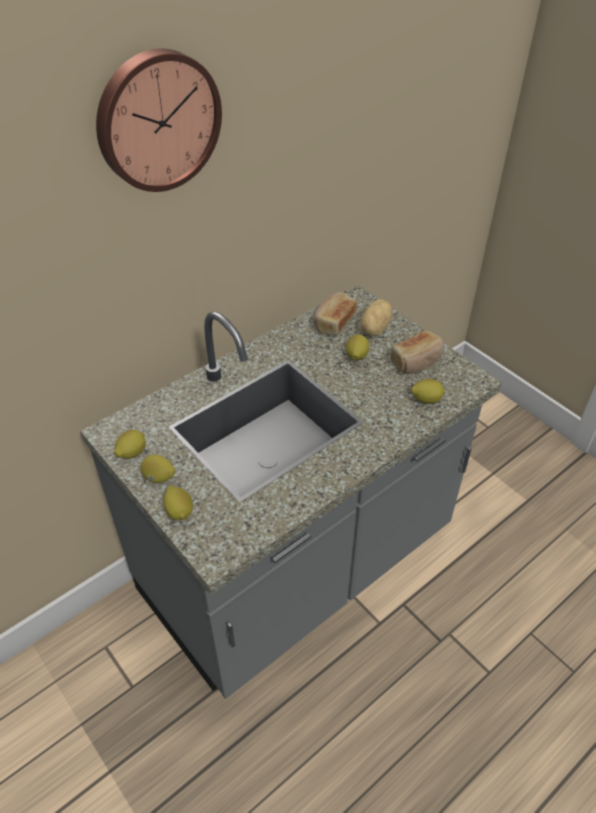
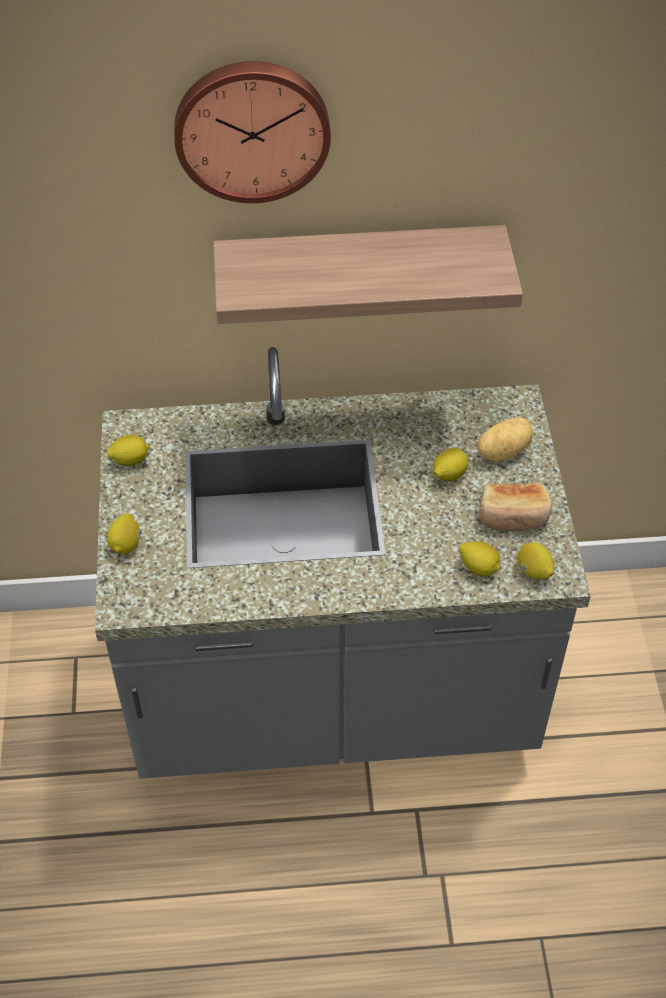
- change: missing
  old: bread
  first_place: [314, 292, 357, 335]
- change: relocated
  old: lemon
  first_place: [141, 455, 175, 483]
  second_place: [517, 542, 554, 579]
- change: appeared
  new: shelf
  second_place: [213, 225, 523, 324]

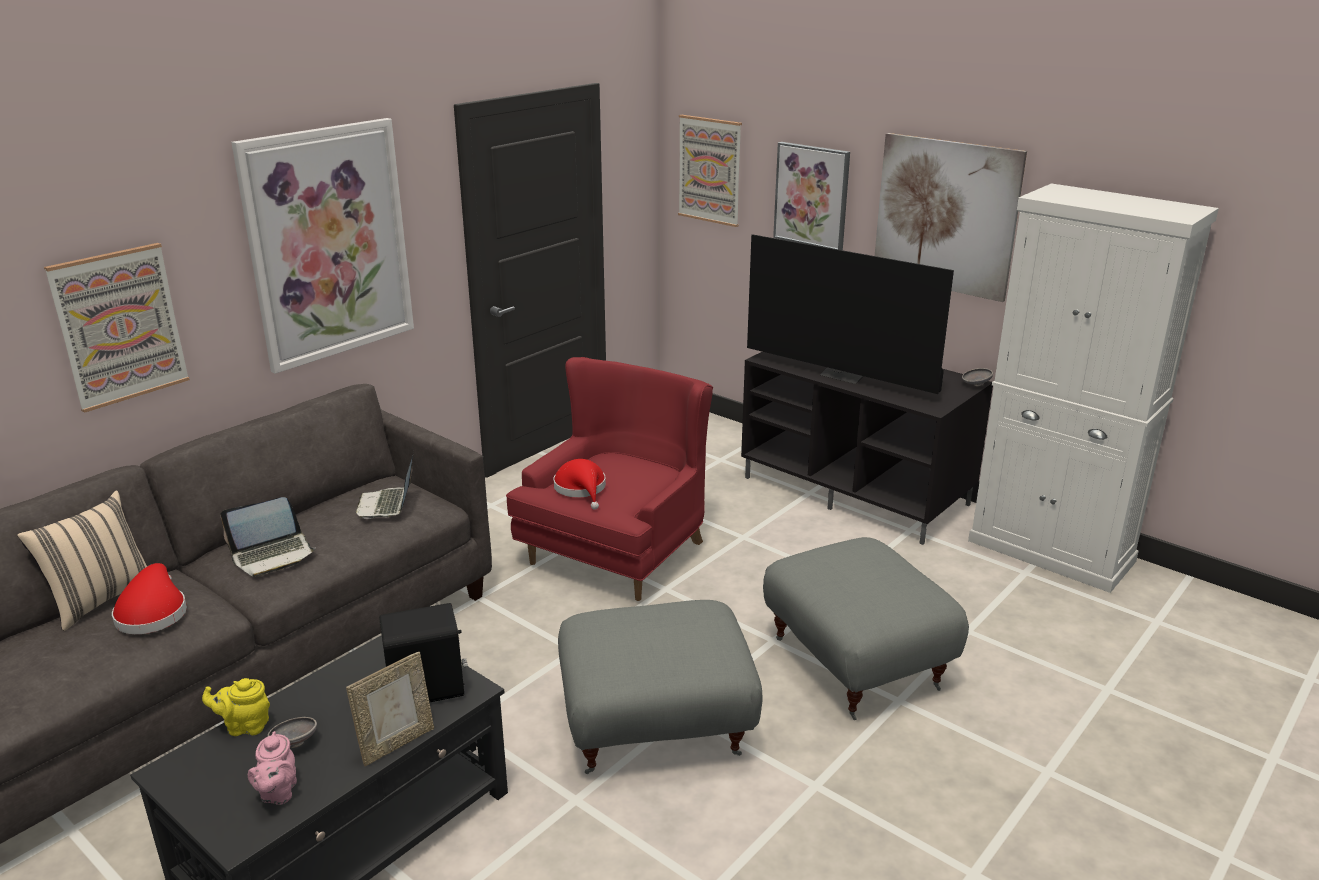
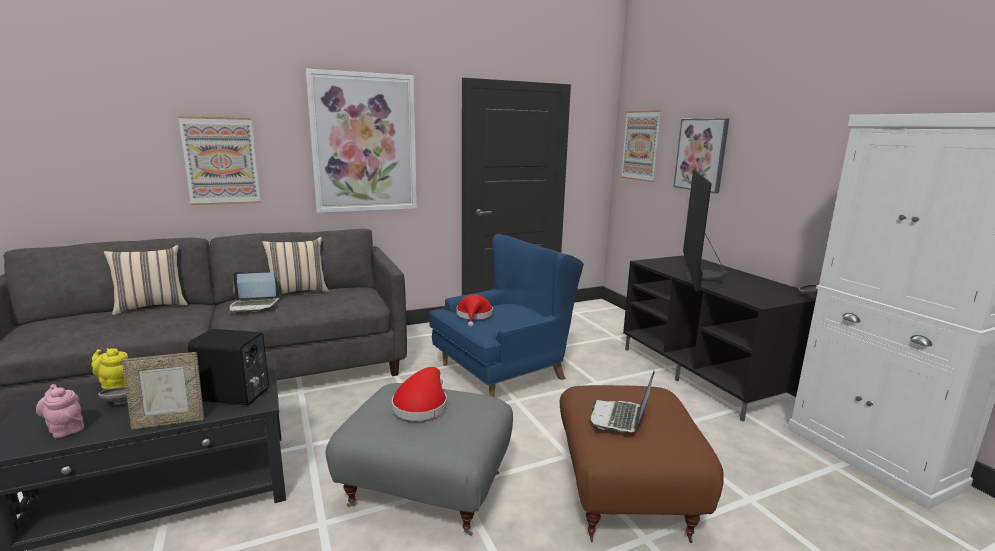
- change: missing
  old: picture
  first_place: [875, 133, 1027, 302]
- change: spun
  old: television
  first_place: [747, 234, 954, 394]
  second_place: [683, 170, 726, 291]
  degrees: 45
- change: colour
  old: armchair in red
  new: armchair in blue
  first_place: [506, 357, 713, 601]
  second_place: [429, 234, 584, 397]
- change: relocated
  old: laptop
  first_place: [356, 451, 414, 519]
  second_place: [590, 371, 655, 432]
- change: colour
  old: ottoman in grey
  new: ottoman in brown
  first_place: [763, 537, 969, 720]
  second_place: [560, 385, 724, 543]
- change: relocated
  old: hat in red
  first_place: [112, 563, 187, 634]
  second_place: [392, 367, 447, 421]
- change: spun
  old: teapot in pink
  first_place: [248, 731, 297, 805]
  second_place: [36, 384, 84, 438]
  degrees: 105
- change: appeared
  new: pillow in beige
  second_place: [262, 237, 329, 295]

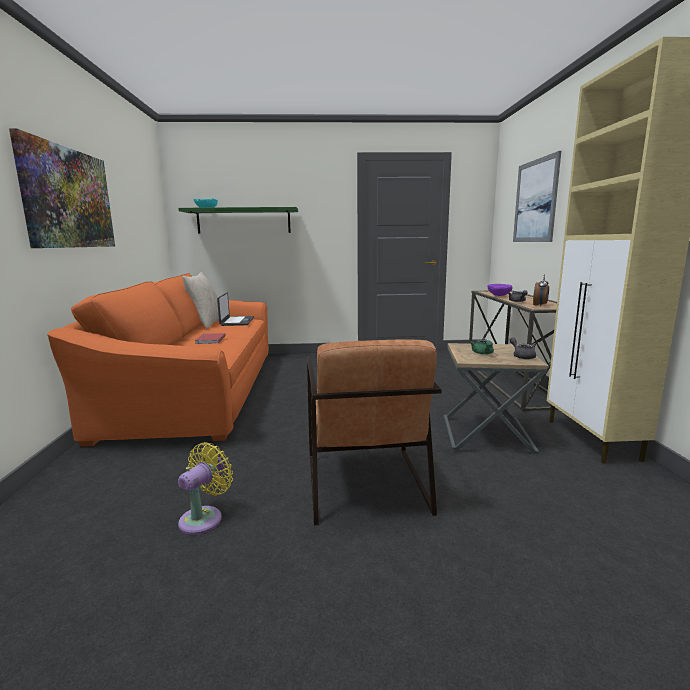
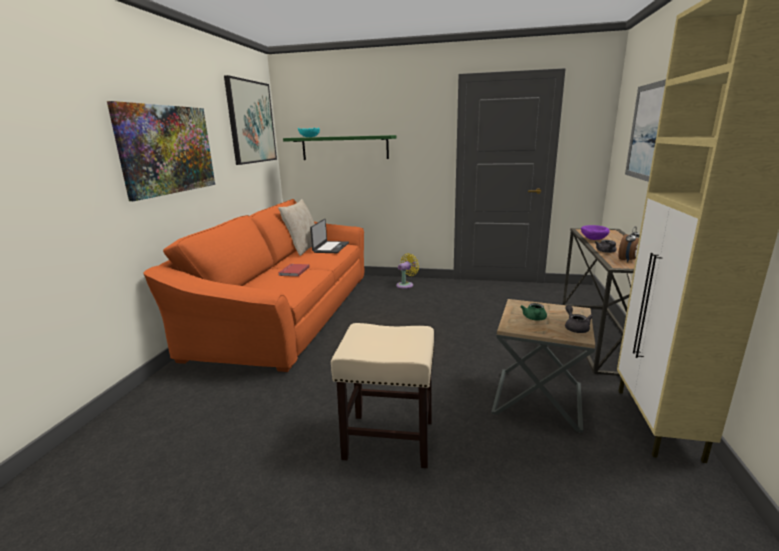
- change: exchanged
  old: armchair in brown
  new: stool in beige
  first_place: [307, 340, 442, 525]
  second_place: [331, 323, 434, 468]
- change: relocated
  old: fan in yellow
  first_place: [178, 442, 233, 535]
  second_place: [396, 253, 419, 289]
- change: appeared
  new: picture
  second_place: [224, 75, 277, 165]

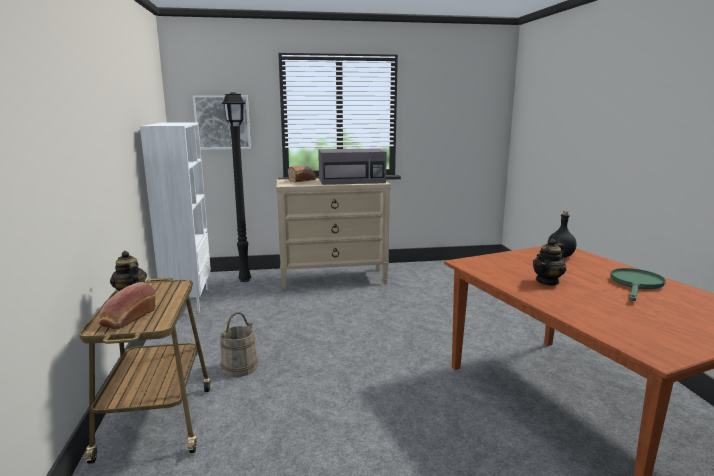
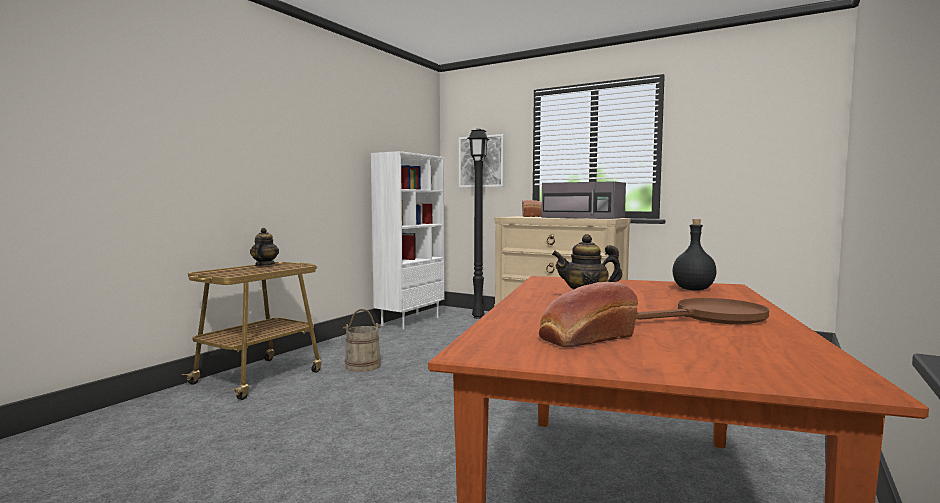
- change: colour
  old: frying pan in green
  new: frying pan in brown
  first_place: [610, 268, 666, 301]
  second_place: [636, 298, 769, 324]
- change: relocated
  old: bread
  first_place: [99, 282, 155, 329]
  second_place: [539, 282, 638, 348]

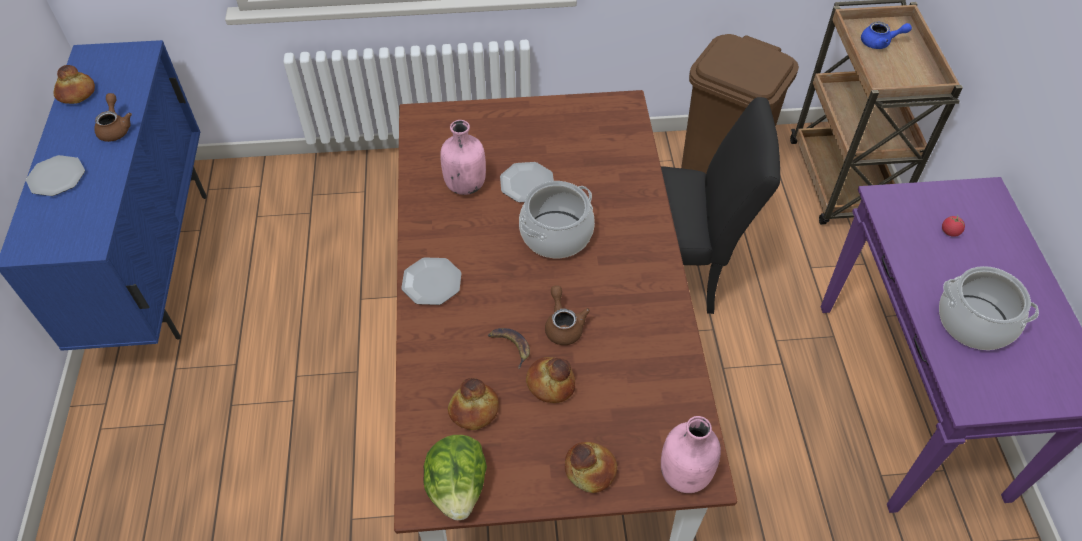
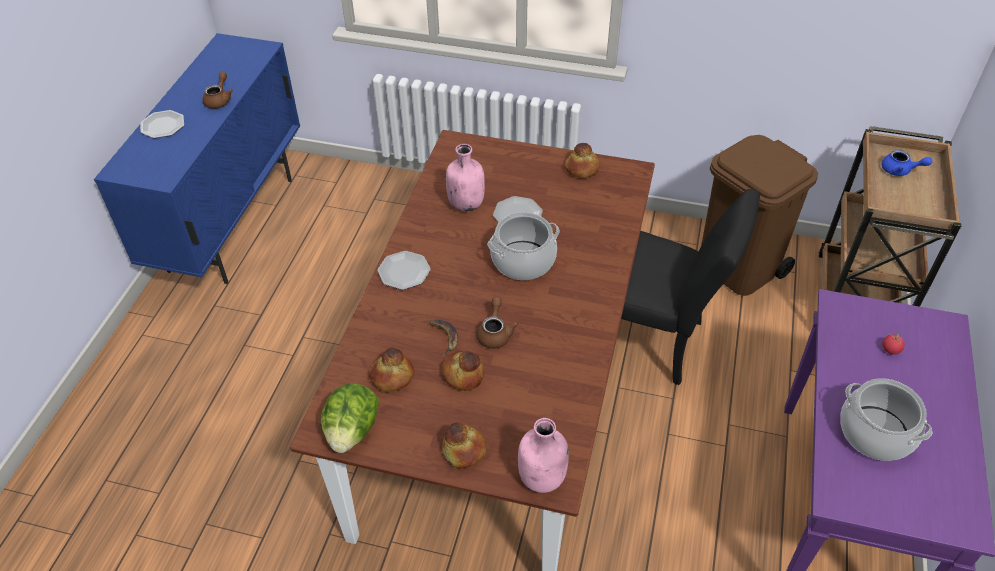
- change: relocated
  old: bread
  first_place: [54, 65, 95, 104]
  second_place: [565, 143, 600, 178]

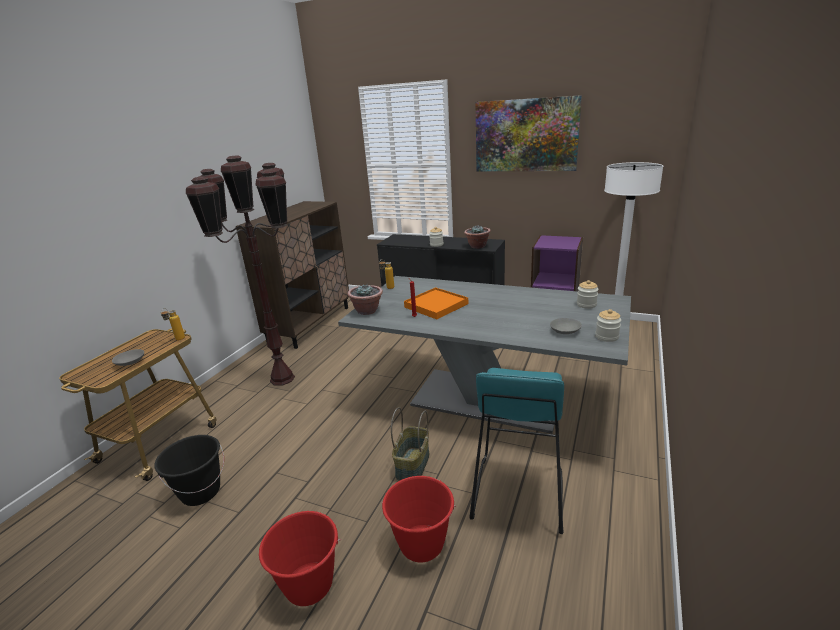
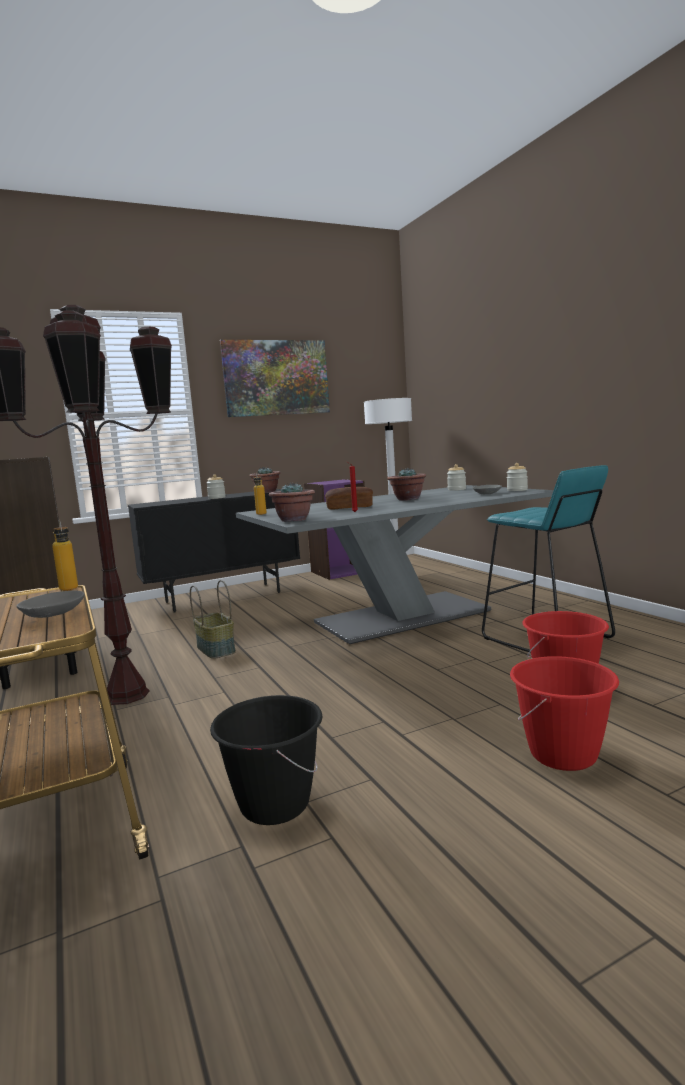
- change: exchanged
  old: tray in orange
  new: bread
  first_place: [404, 287, 468, 319]
  second_place: [325, 487, 373, 510]
- change: relocated
  old: basket
  first_place: [391, 407, 429, 481]
  second_place: [190, 580, 236, 659]
- change: appeared
  new: potted plant
  second_place: [388, 468, 426, 501]

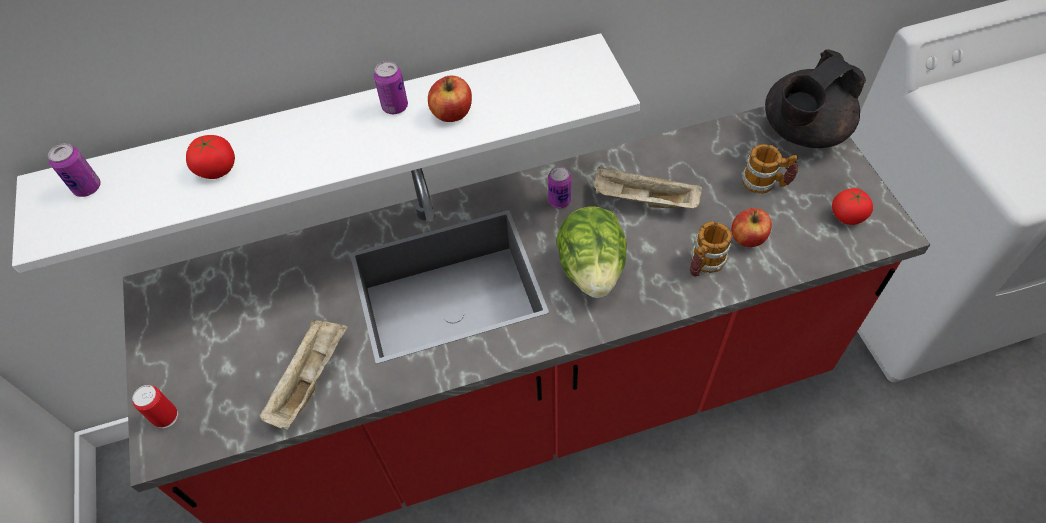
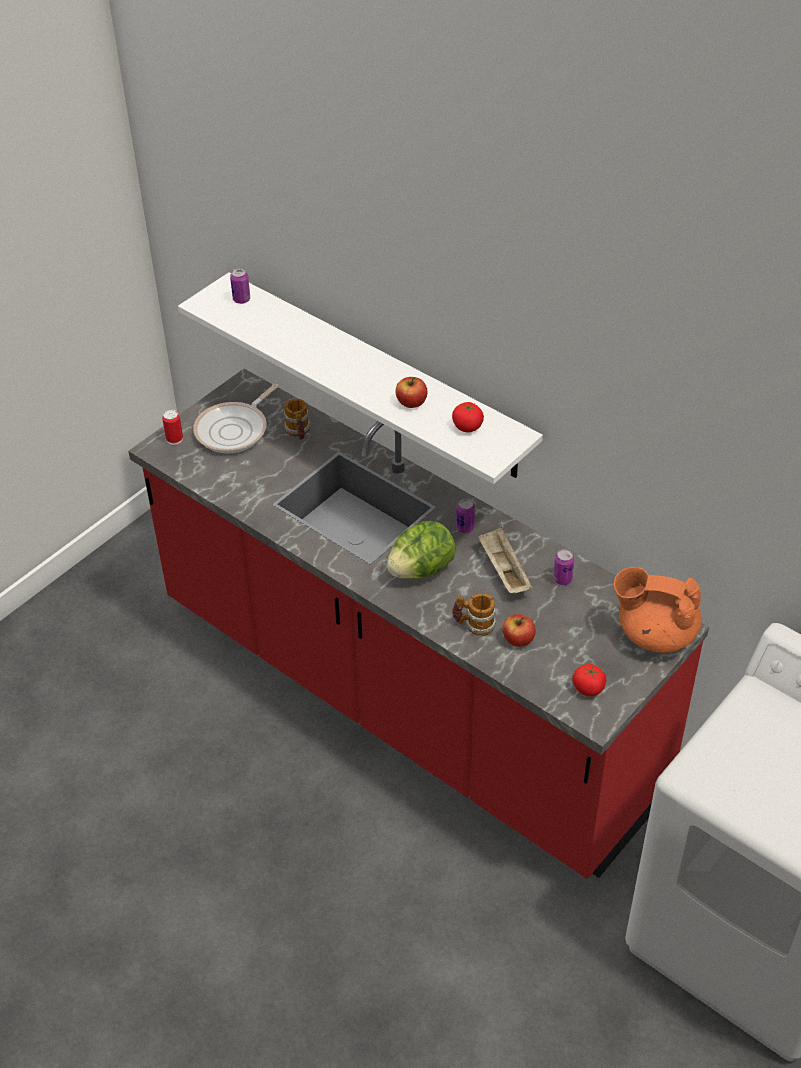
- change: colour
  old: teapot in black
  new: teapot in orange
  first_place: [765, 49, 866, 148]
  second_place: [614, 567, 702, 653]
- change: relocated
  old: can
  first_place: [374, 61, 408, 114]
  second_place: [553, 549, 574, 585]
- change: relocated
  old: tomato
  first_place: [186, 135, 235, 179]
  second_place: [452, 402, 484, 433]
- change: relocated
  old: mug
  first_place: [742, 144, 798, 193]
  second_place: [284, 399, 310, 440]
- change: missing
  old: tray in beige
  first_place: [259, 320, 348, 430]
- change: appeared
  new: frying pan
  second_place: [193, 384, 279, 453]

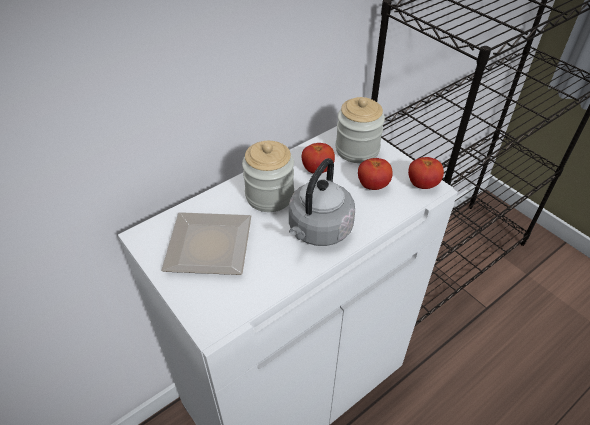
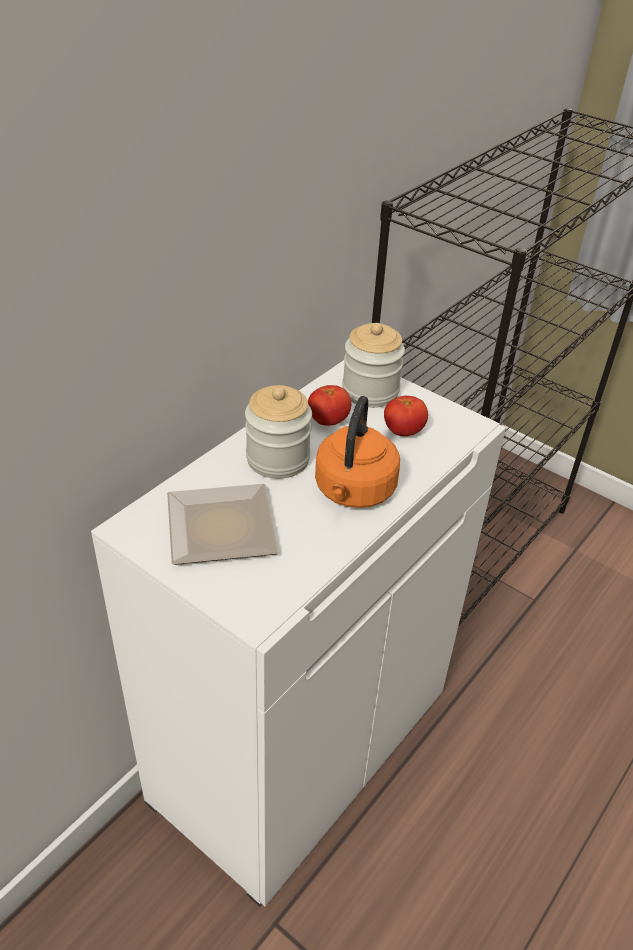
- change: missing
  old: tomato
  first_place: [408, 157, 444, 189]
- change: colour
  old: kettle in grey
  new: kettle in orange
  first_place: [289, 158, 355, 246]
  second_place: [315, 396, 400, 508]

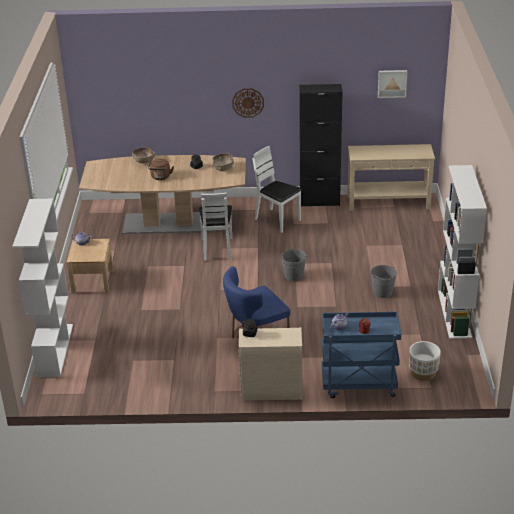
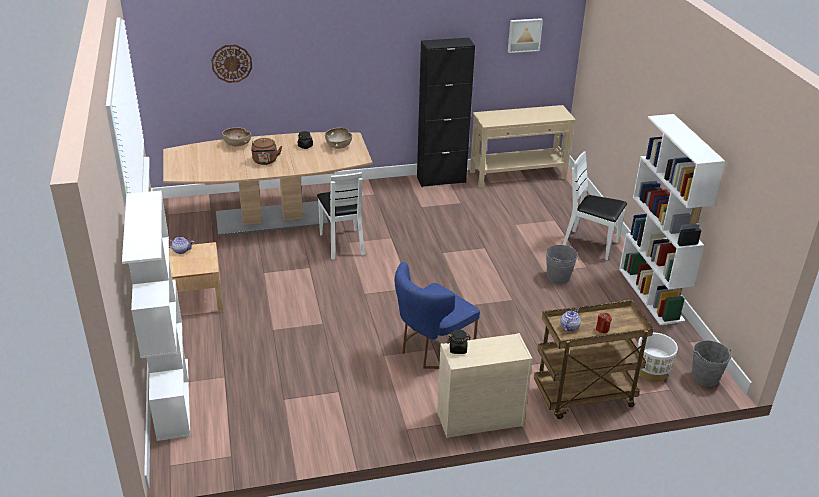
- change: relocated
  old: wall clock
  first_place: [232, 88, 264, 118]
  second_place: [211, 45, 252, 83]
- change: relocated
  old: chair in white
  first_place: [252, 146, 302, 233]
  second_place: [563, 151, 627, 260]
- change: relocated
  old: bucket in grey
  first_place: [281, 249, 307, 281]
  second_place: [692, 340, 732, 387]
- change: colour
  old: cart in blue
  new: cart in brown
  first_place: [322, 311, 401, 398]
  second_place: [534, 300, 653, 419]

